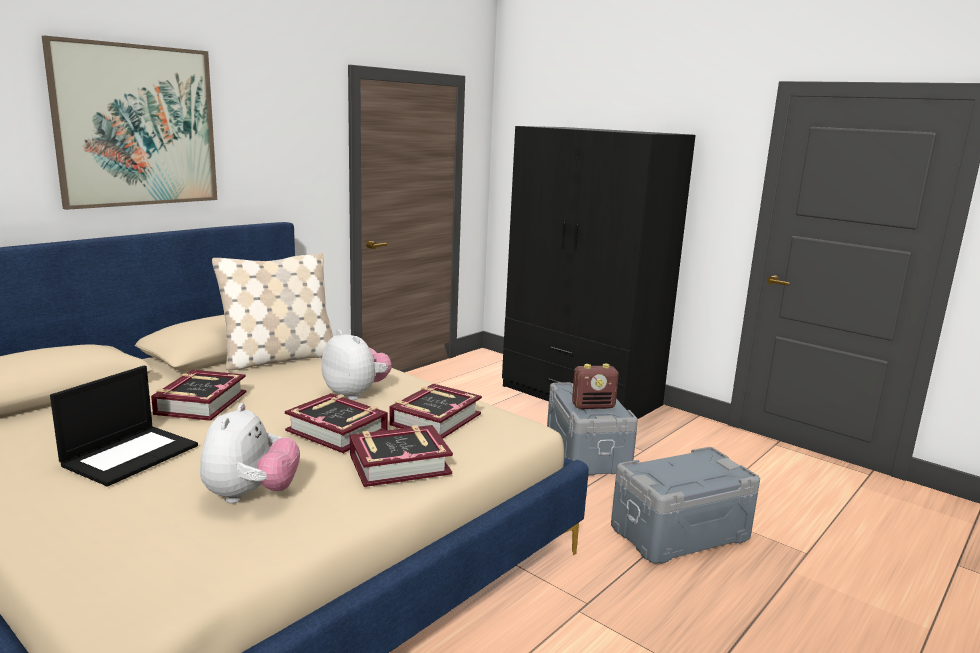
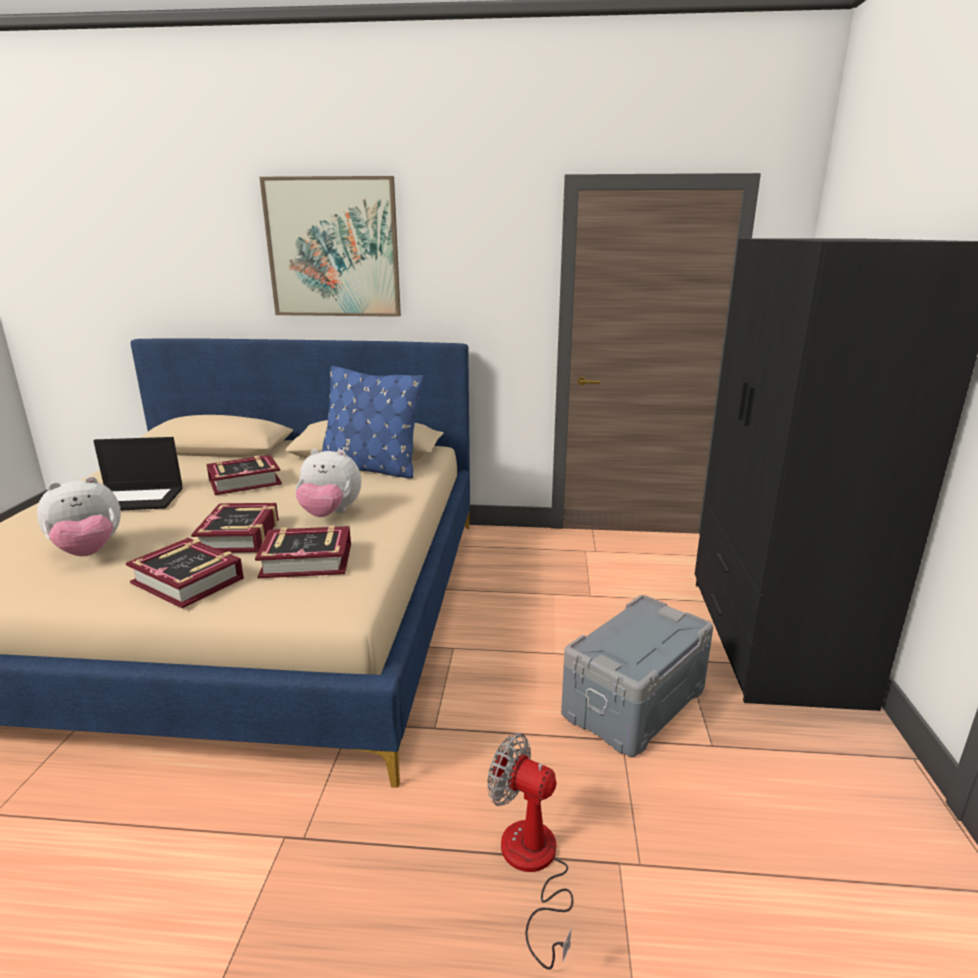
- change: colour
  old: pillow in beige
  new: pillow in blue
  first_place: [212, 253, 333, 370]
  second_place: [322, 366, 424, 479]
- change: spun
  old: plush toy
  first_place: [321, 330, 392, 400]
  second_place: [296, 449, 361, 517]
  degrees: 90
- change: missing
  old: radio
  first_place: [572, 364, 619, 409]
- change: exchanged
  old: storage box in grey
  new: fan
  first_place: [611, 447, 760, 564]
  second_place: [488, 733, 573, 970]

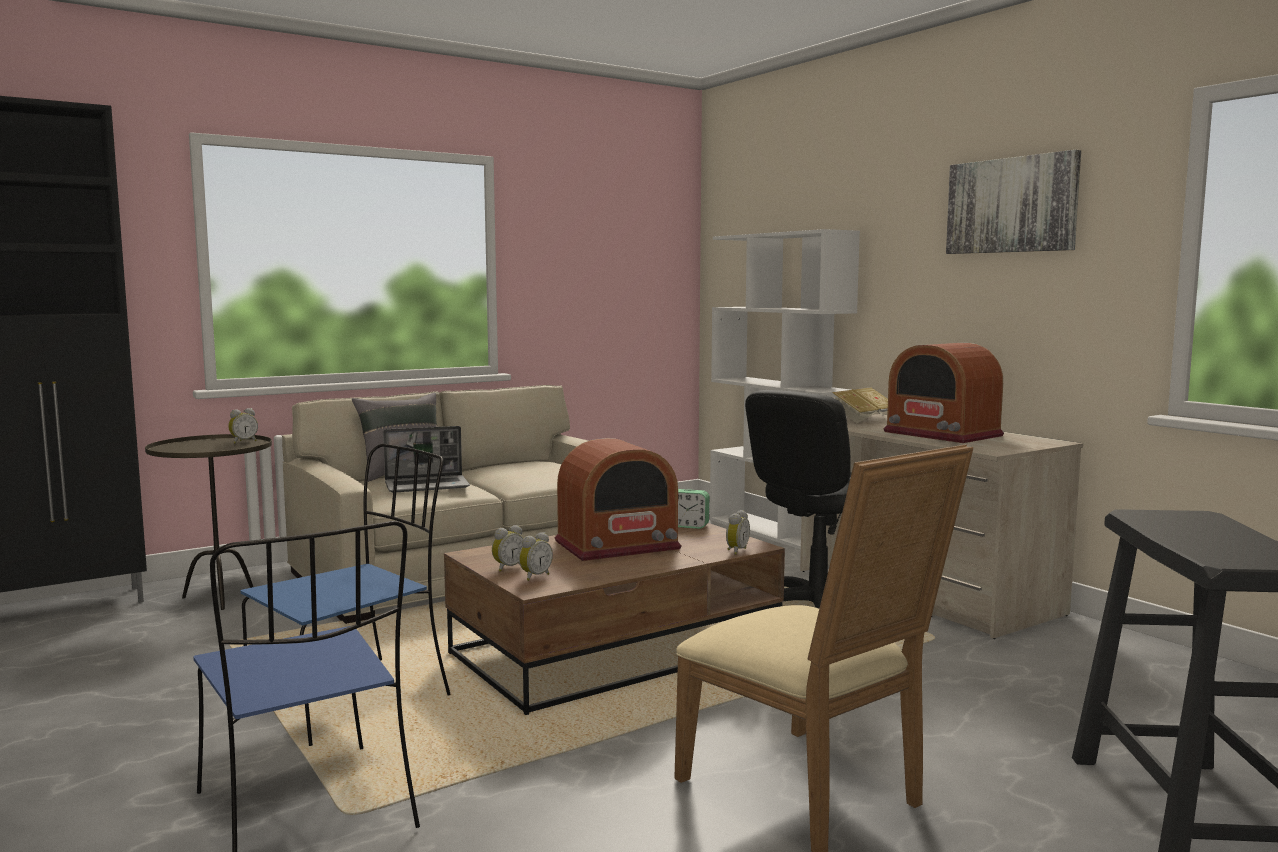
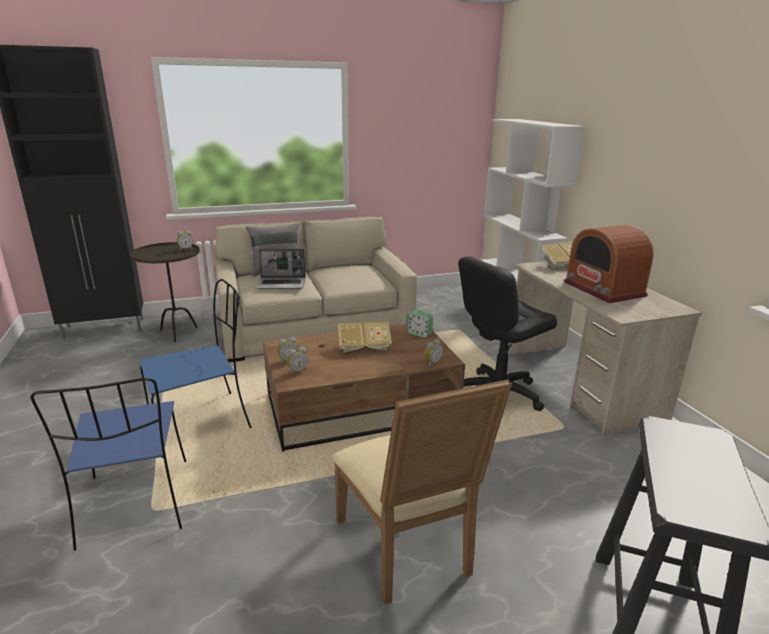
- change: missing
  old: picture
  first_place: [946, 150, 1081, 254]
- change: exchanged
  old: radio
  new: book
  first_place: [554, 438, 681, 561]
  second_place: [337, 322, 392, 353]

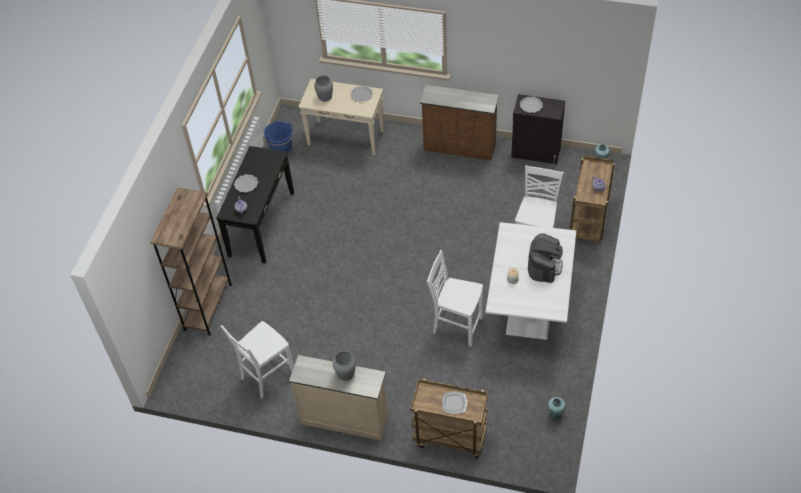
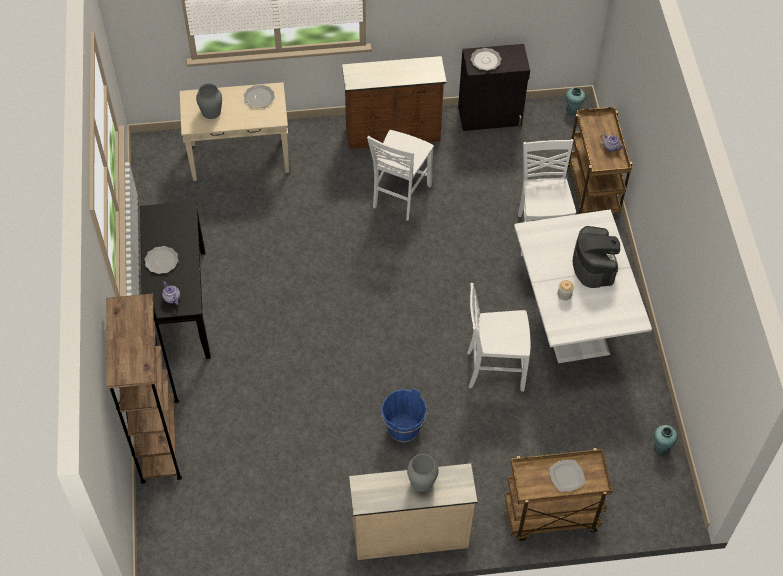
- change: relocated
  old: bucket in blue
  first_place: [264, 121, 293, 155]
  second_place: [381, 388, 427, 442]
- change: relocated
  old: chair in white
  first_place: [221, 321, 294, 398]
  second_place: [367, 130, 434, 220]

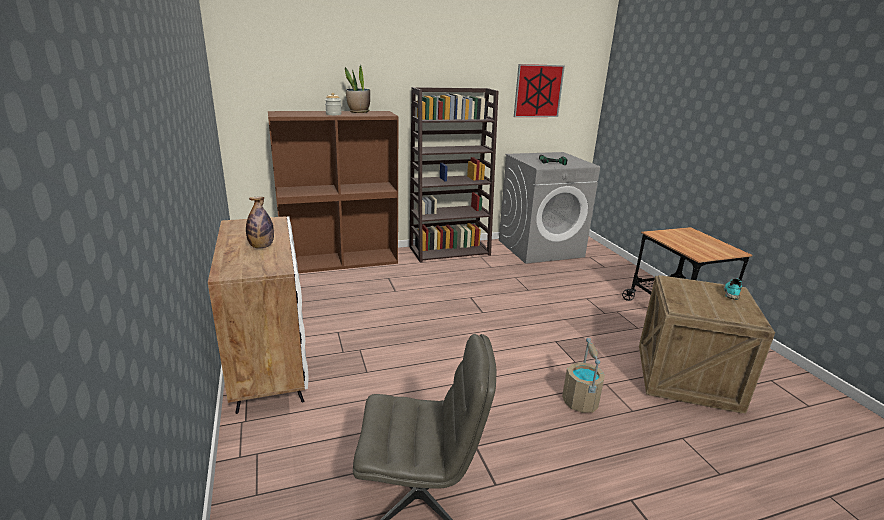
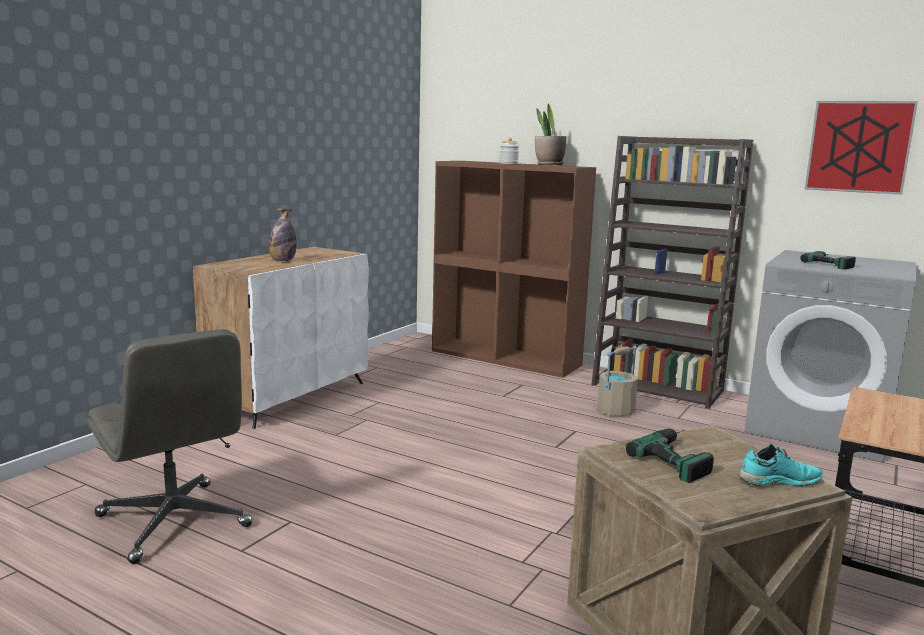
- change: relocated
  old: bucket in beige
  first_place: [562, 338, 605, 413]
  second_place: [597, 346, 638, 416]
- change: appeared
  new: power drill
  second_place: [626, 428, 714, 483]

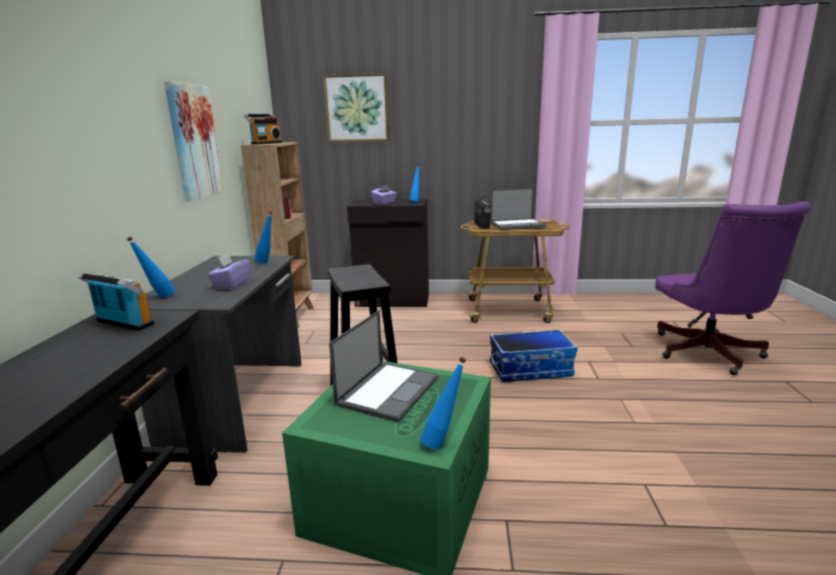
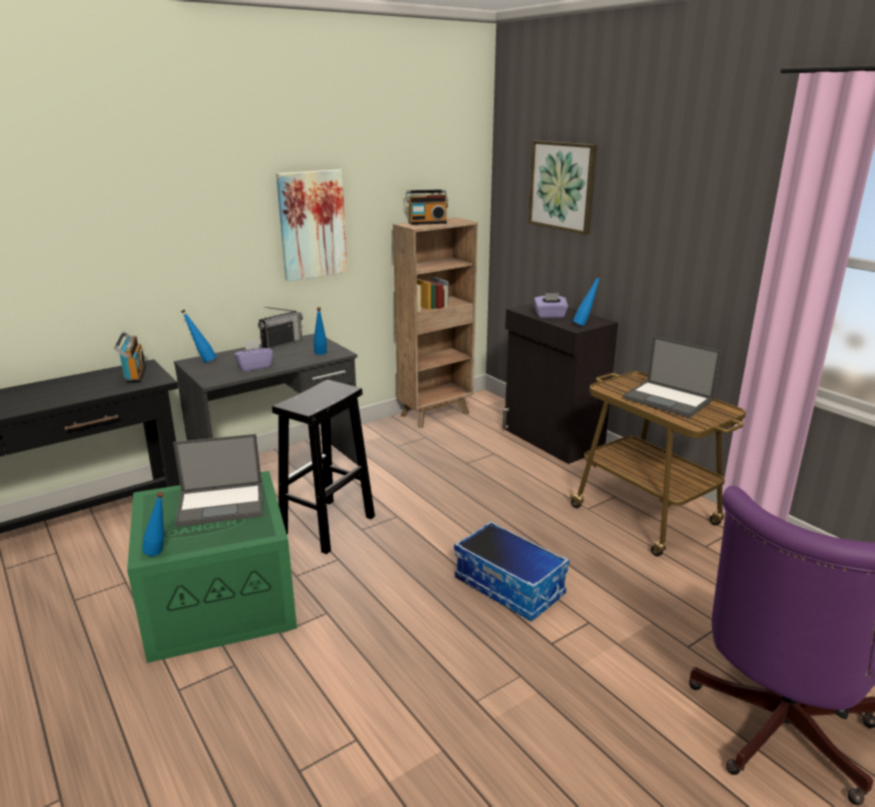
- change: relocated
  old: radio
  first_place: [474, 195, 490, 229]
  second_place: [258, 307, 303, 349]

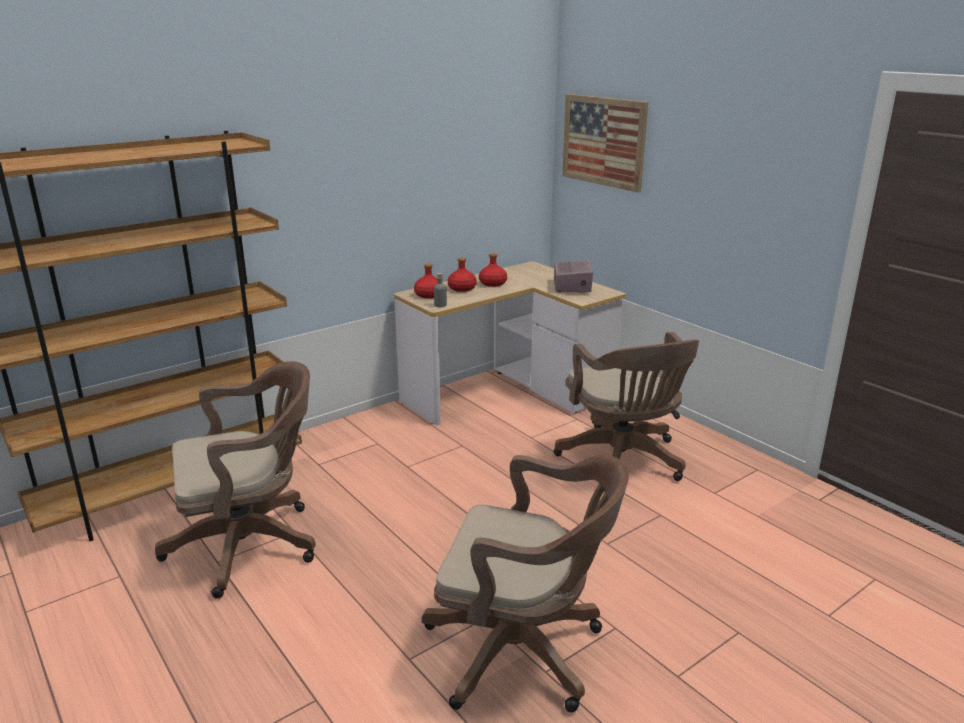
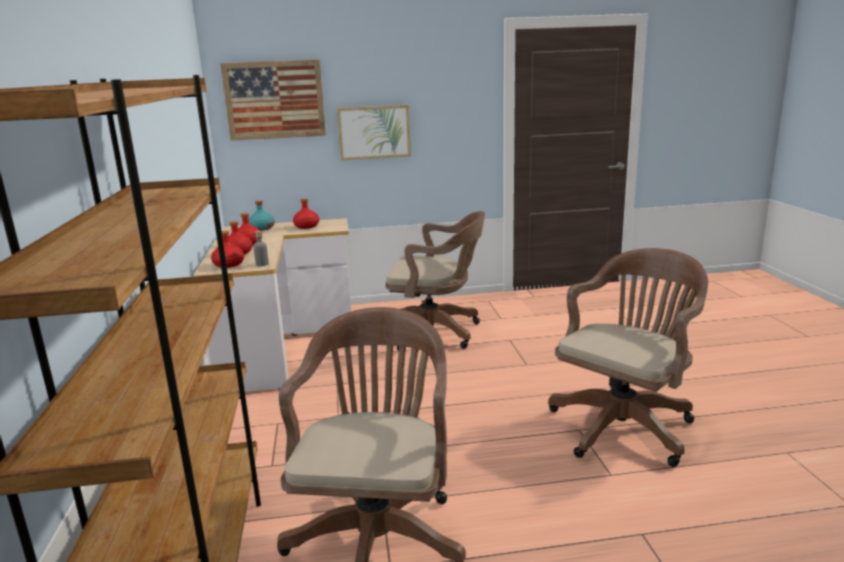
- change: exchanged
  old: radio
  new: bottle in red
  first_place: [554, 260, 593, 293]
  second_place: [293, 198, 319, 229]
- change: appeared
  new: picture
  second_place: [337, 105, 411, 161]
- change: appeared
  new: bottle in turquoise
  second_place: [249, 200, 275, 231]

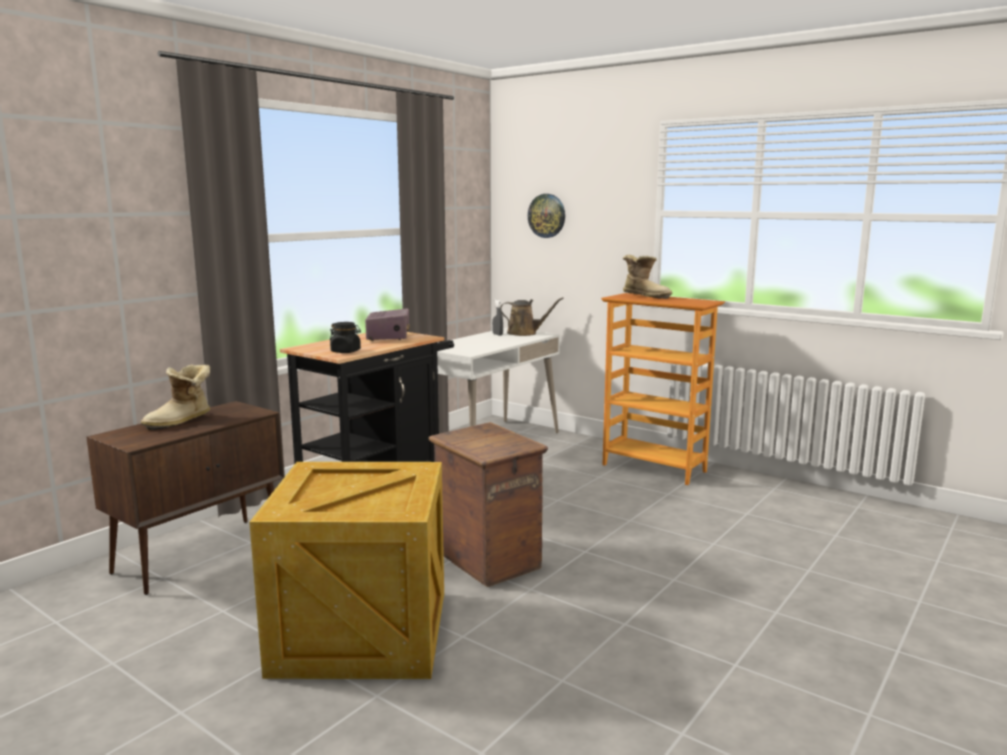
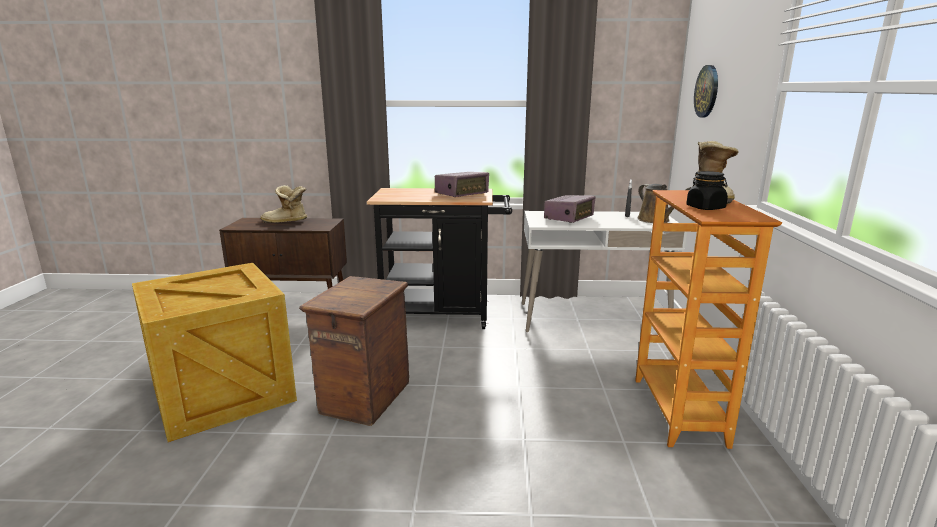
- change: relocated
  old: jar in black
  first_place: [330, 322, 361, 353]
  second_place: [687, 171, 728, 210]
- change: appeared
  new: radio
  second_place: [544, 195, 595, 223]

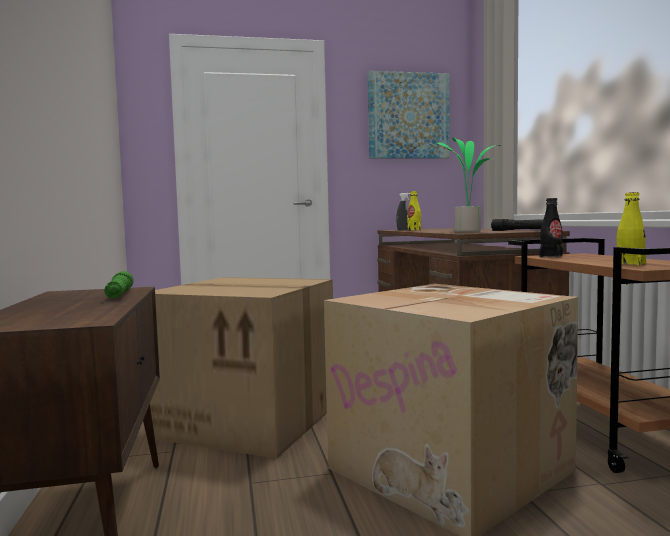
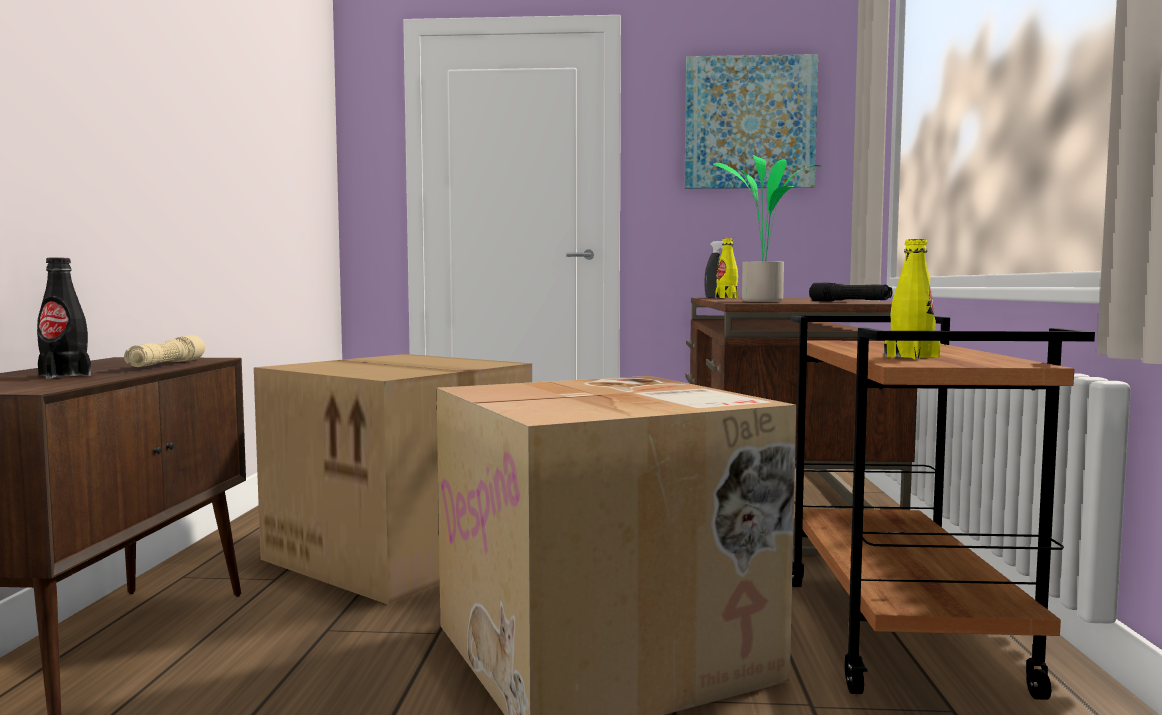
- change: relocated
  old: bottle in black
  first_place: [540, 198, 563, 258]
  second_place: [37, 257, 91, 379]
- change: colour
  old: flashlight in green
  new: flashlight in beige
  first_place: [104, 271, 134, 298]
  second_place: [124, 335, 205, 367]

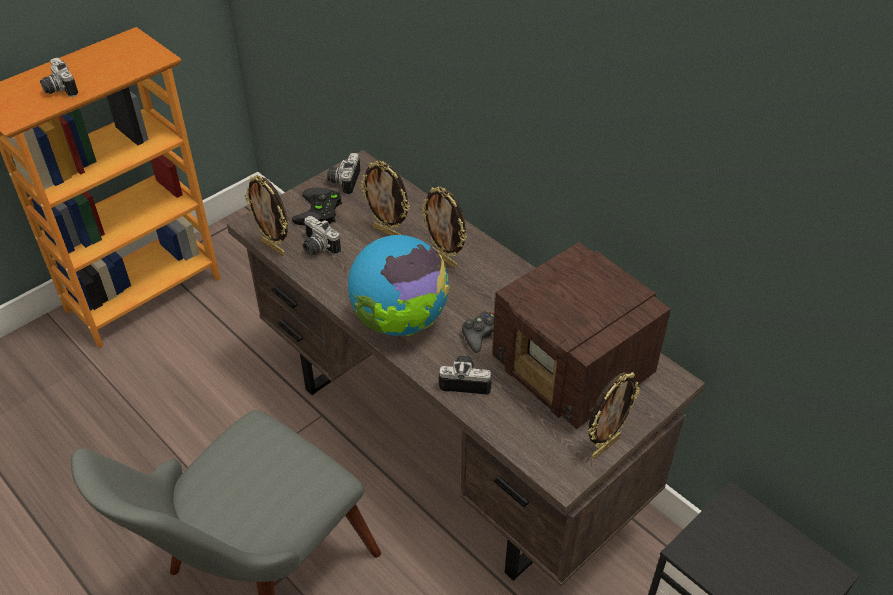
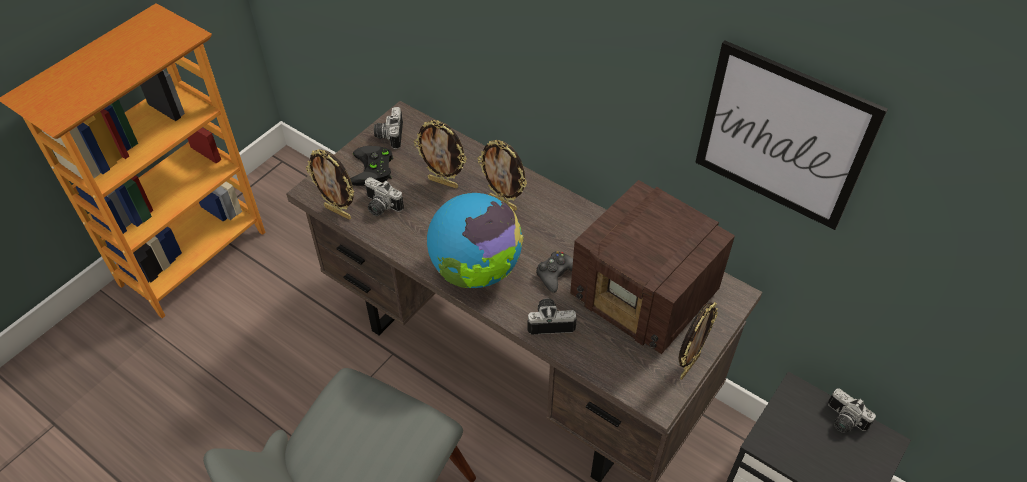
- change: relocated
  old: photo camera
  first_place: [40, 58, 78, 97]
  second_place: [828, 388, 876, 433]
- change: appeared
  new: picture
  second_place: [695, 40, 888, 230]

